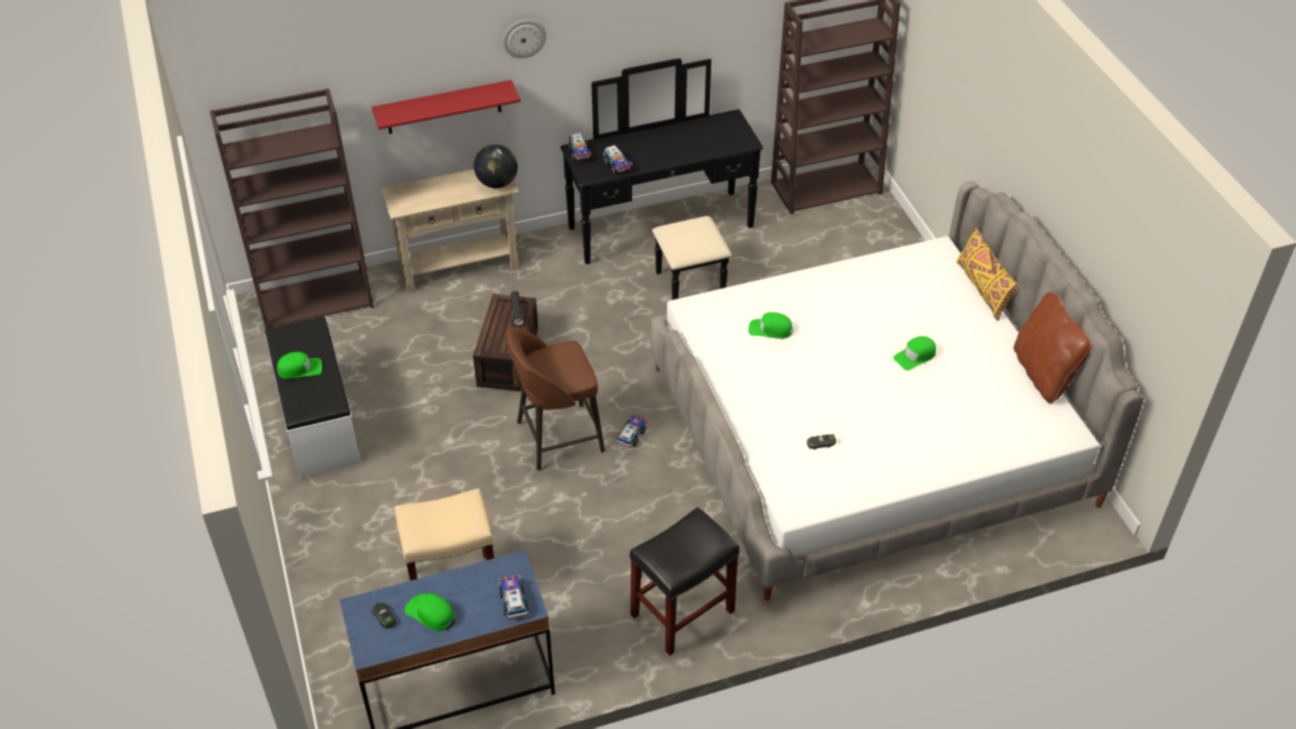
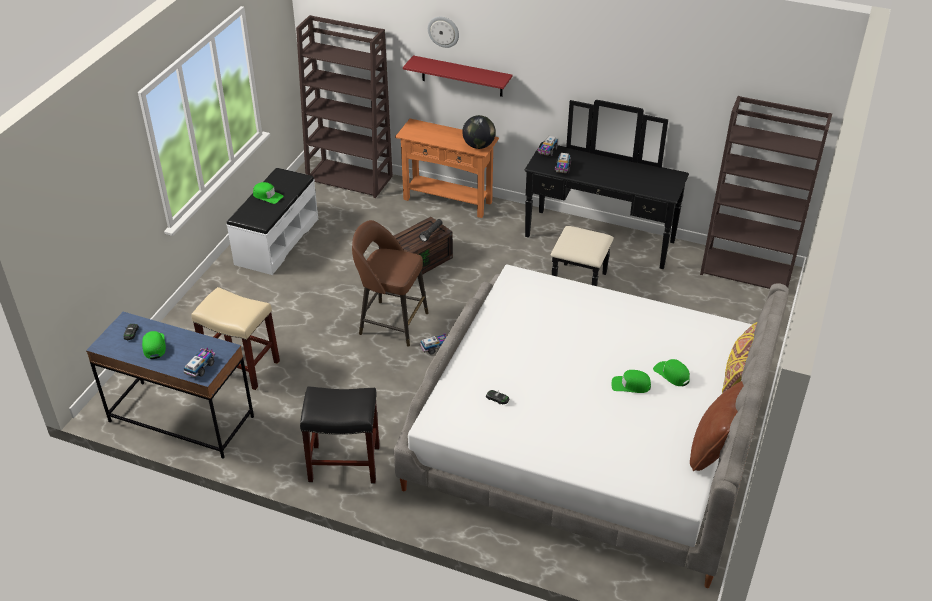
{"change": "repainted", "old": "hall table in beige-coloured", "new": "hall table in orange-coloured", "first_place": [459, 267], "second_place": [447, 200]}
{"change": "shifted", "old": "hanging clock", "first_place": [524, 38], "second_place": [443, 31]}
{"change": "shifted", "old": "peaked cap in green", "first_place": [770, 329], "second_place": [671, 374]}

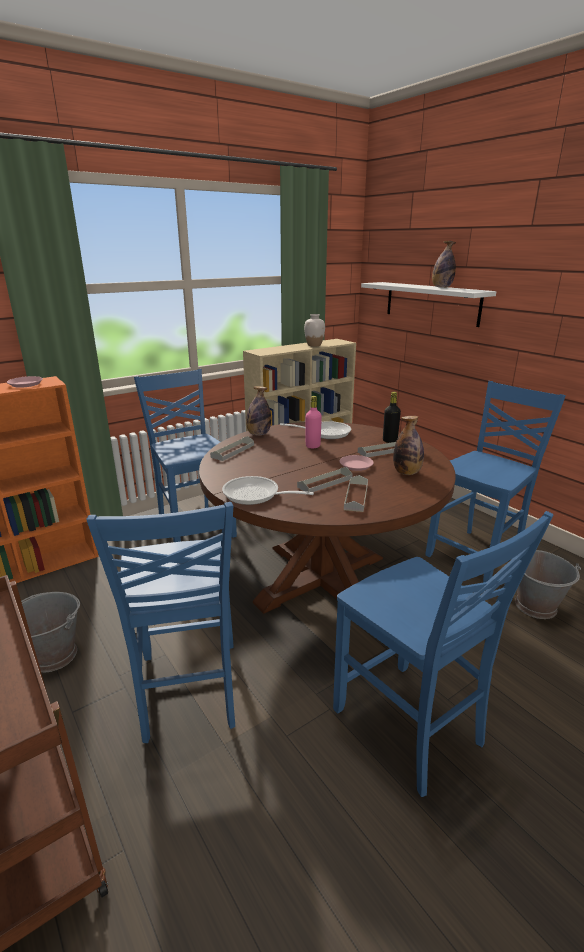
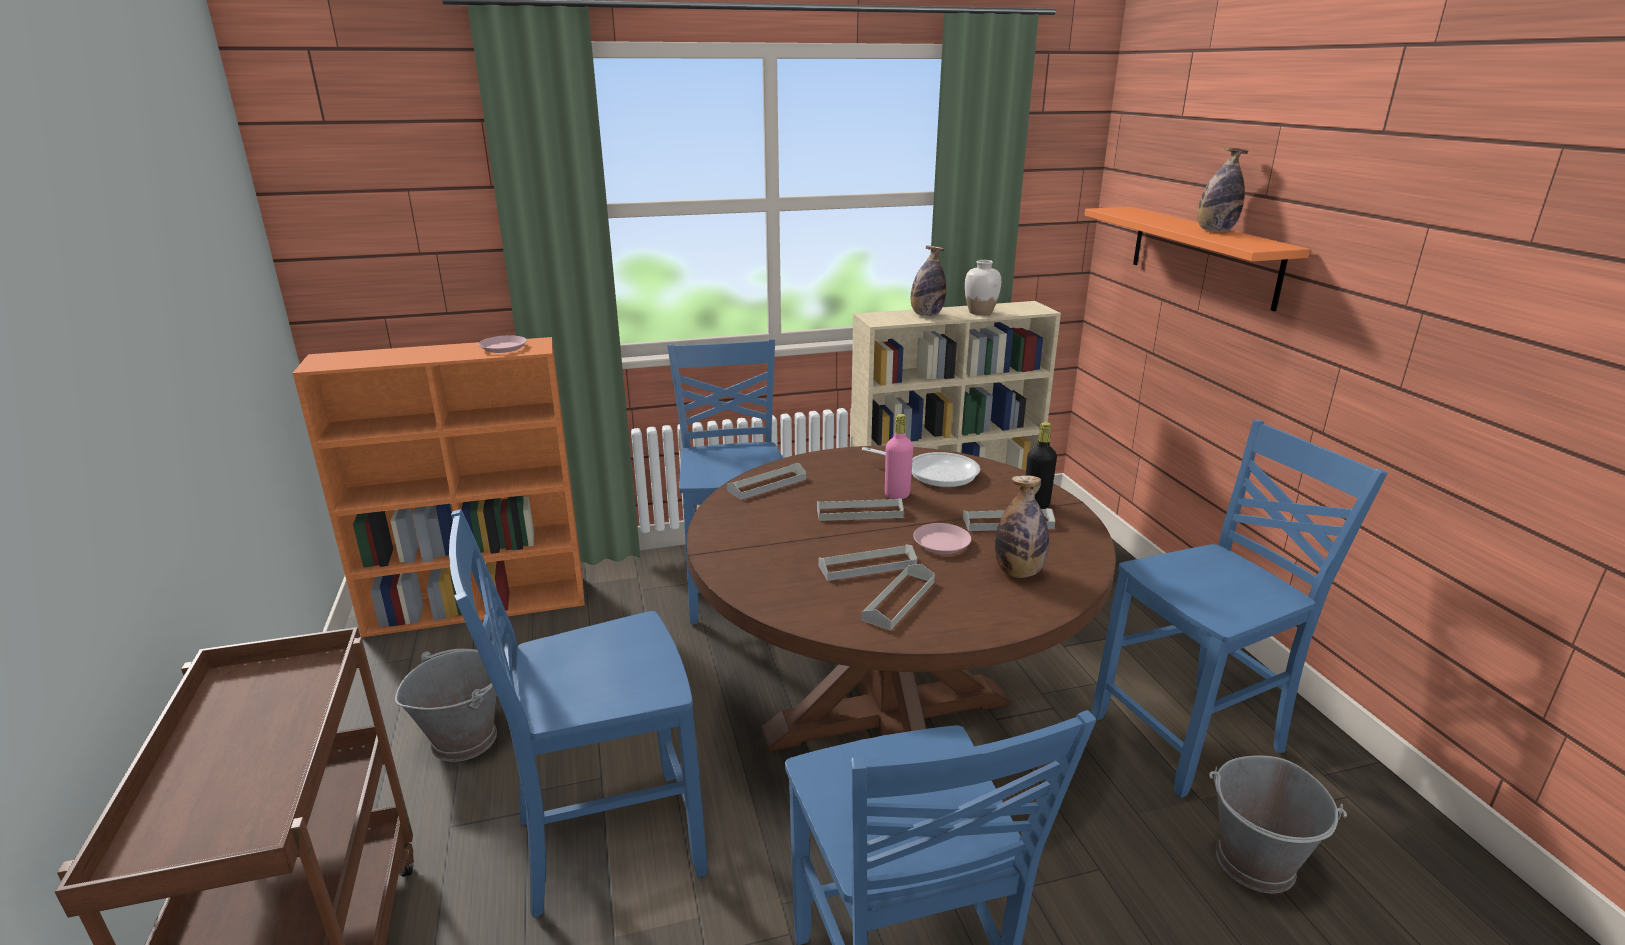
{"change": "rotated", "old": "upright chair in blue", "first_place": [188, 691], "second_place": [605, 843], "degrees": 60}
{"change": "new", "new": "carrying tray in greyish", "second_place": [859, 513]}
{"change": "shifted", "old": "beverage bottle", "first_place": [258, 434], "second_place": [926, 315]}
{"change": "repainted", "old": "wall shelf in white", "new": "wall shelf in orange-coloured", "first_place": [431, 303], "second_place": [1203, 255]}
{"change": "gone", "old": "skillet", "first_place": [256, 495]}

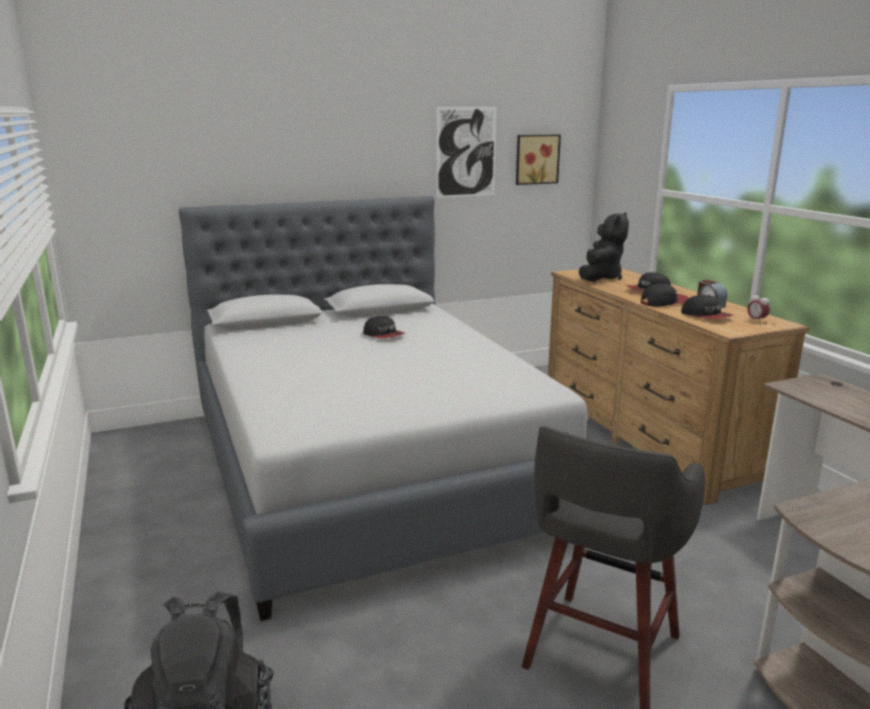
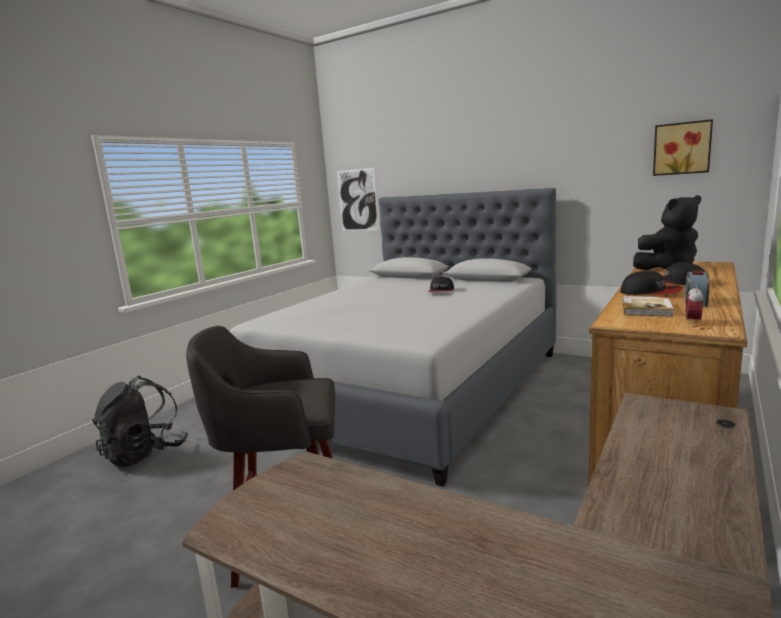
{"change": "shifted", "old": "wall art", "first_place": [466, 152], "second_place": [357, 200]}
{"change": "swapped", "old": "peaked cap", "new": "bound book", "first_place": [706, 316], "second_place": [647, 308]}

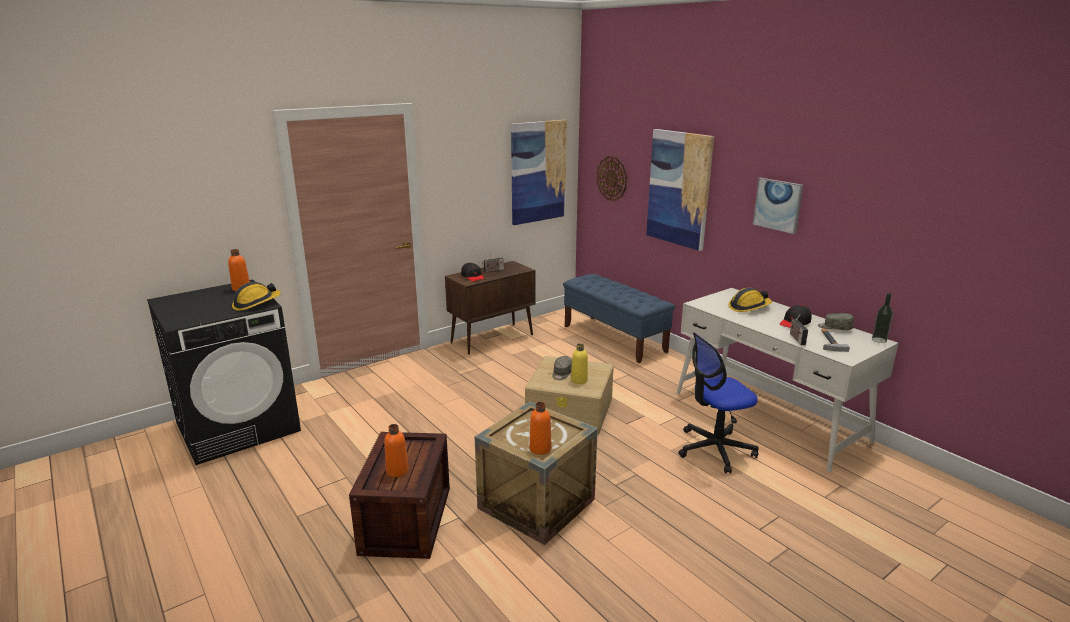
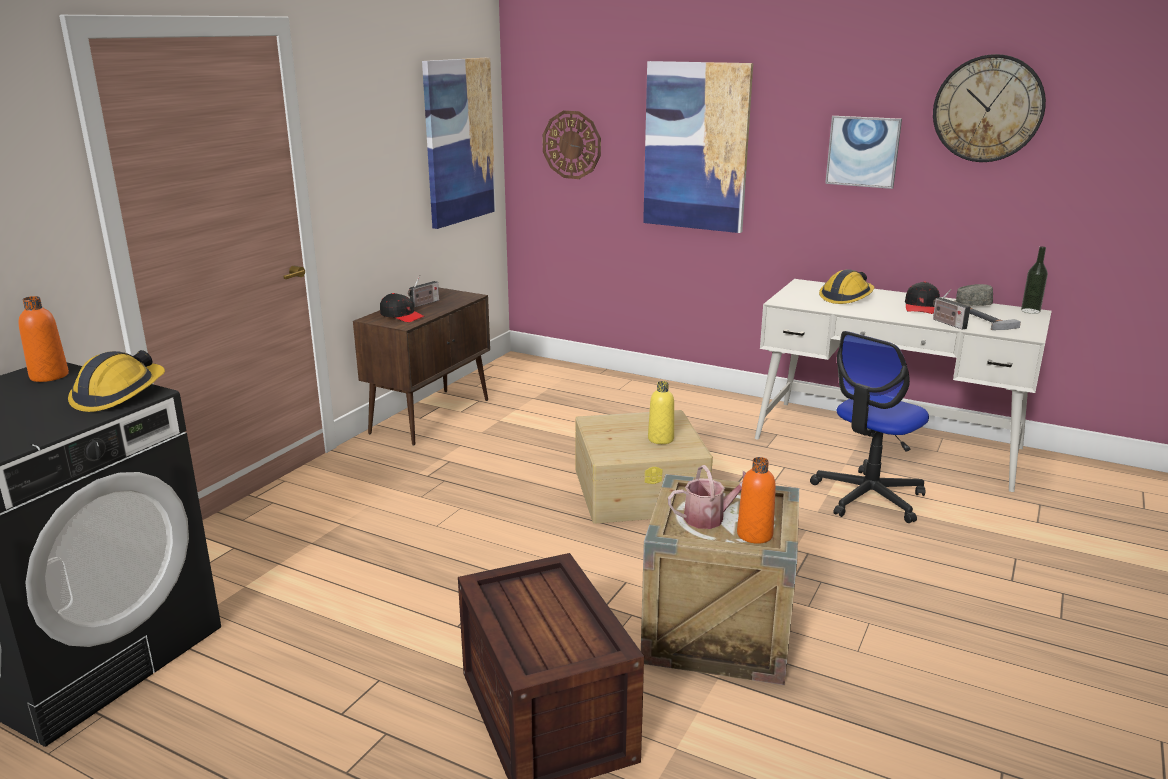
{"change": "new", "new": "watering pot", "second_place": [709, 518]}
{"change": "new", "new": "hanging clock", "second_place": [988, 108]}
{"change": "gone", "old": "beverage bottle in orange-coloured", "first_place": [397, 470]}
{"change": "gone", "old": "peaked cap in greyish", "first_place": [562, 373]}
{"change": "gone", "old": "long seat in blue", "first_place": [614, 338]}

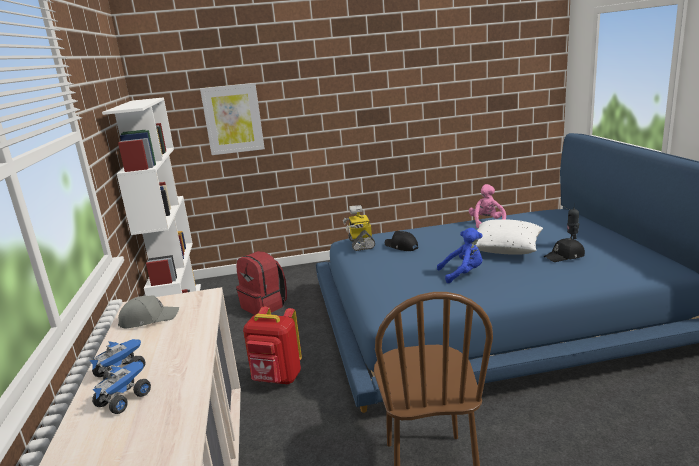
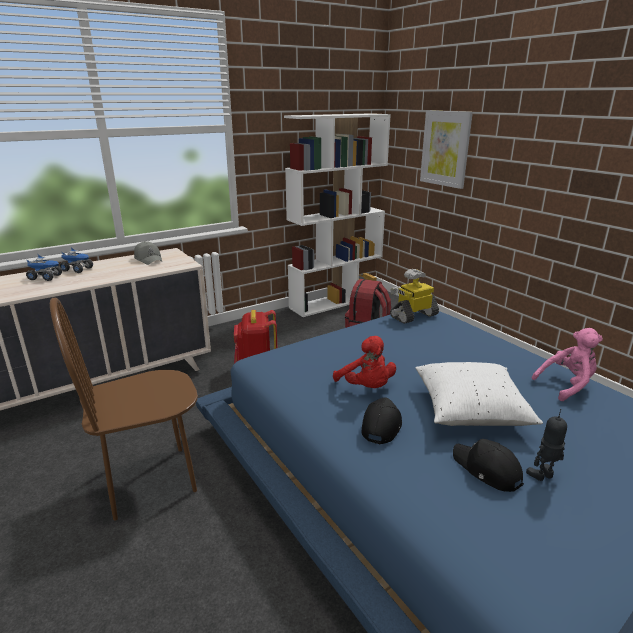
{"change": "repainted", "old": "plush toy in blue", "new": "plush toy in red-coloured", "first_place": [463, 274], "second_place": [366, 387]}
{"change": "shifted", "old": "peaked cap in blackish", "first_place": [401, 247], "second_place": [381, 425]}

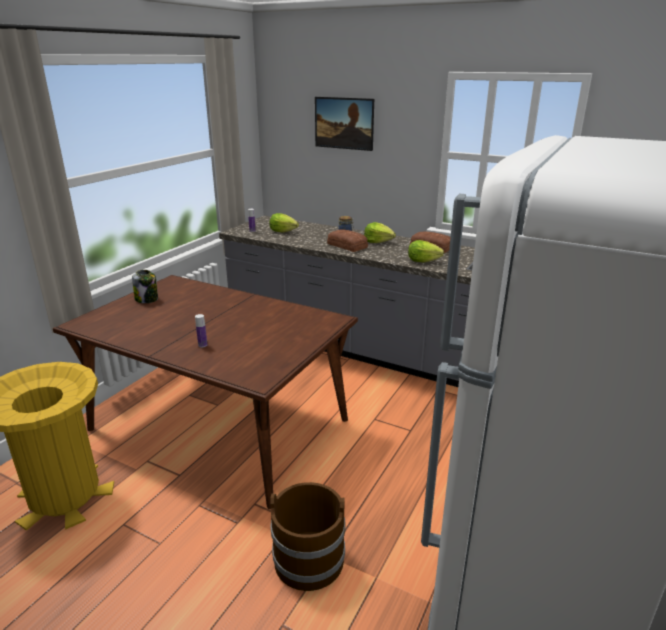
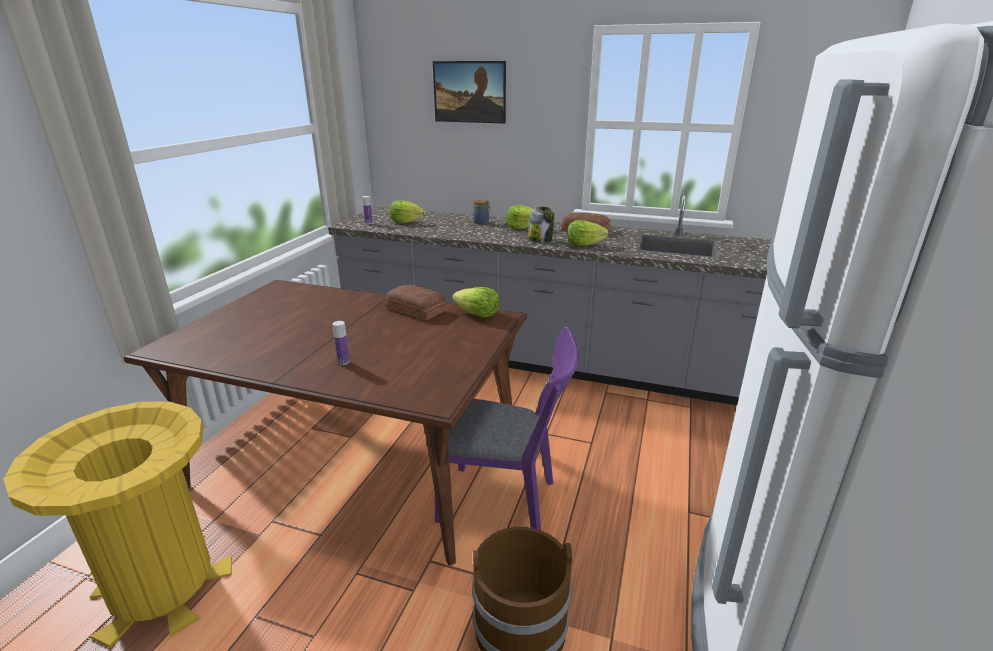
{"change": "shifted", "old": "baked bread", "first_place": [347, 245], "second_place": [416, 309]}
{"change": "new", "new": "upright chair in purplish", "second_place": [506, 503]}
{"change": "new", "new": "lettuce head", "second_place": [477, 314]}
{"change": "shifted", "old": "preserve jar", "first_place": [147, 299], "second_place": [540, 239]}

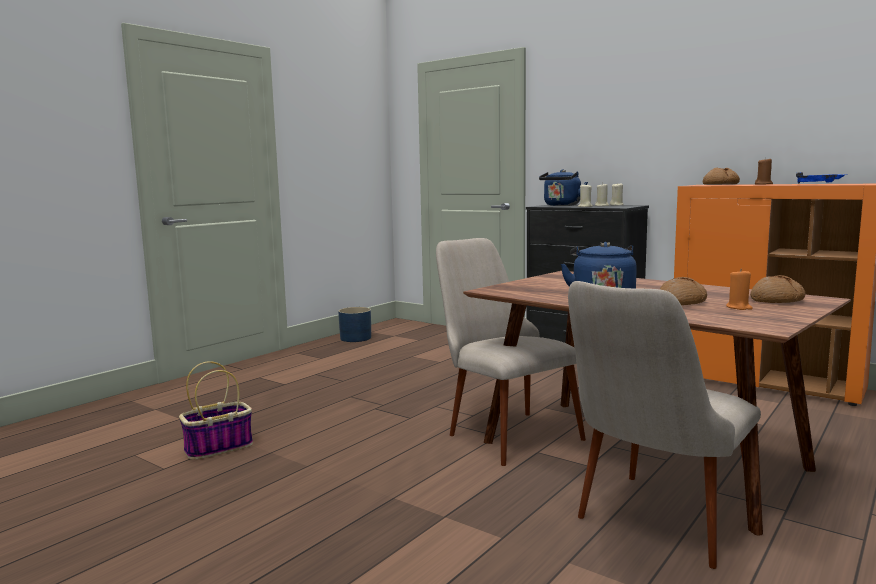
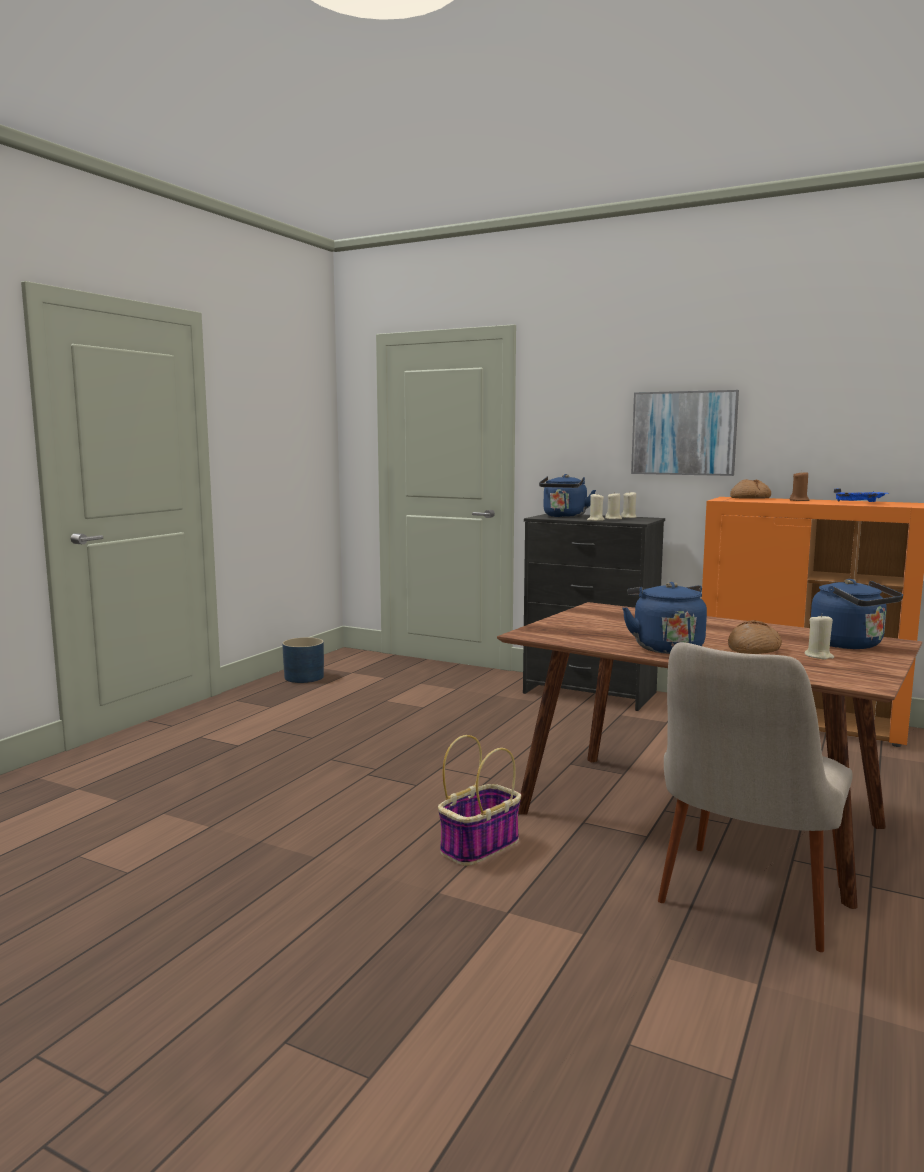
{"change": "shifted", "old": "storage basket", "first_place": [219, 447], "second_place": [480, 845]}
{"change": "new", "new": "wall art", "second_place": [684, 433]}
{"change": "repainted", "old": "candle in orange-coloured", "new": "candle in beige-coloured", "first_place": [739, 307], "second_place": [819, 656]}
{"change": "swapped", "old": "baked bread", "new": "water kettle in blue", "first_place": [777, 300], "second_place": [850, 645]}
{"change": "gone", "old": "upright chair in beige-coloured", "first_place": [502, 430]}

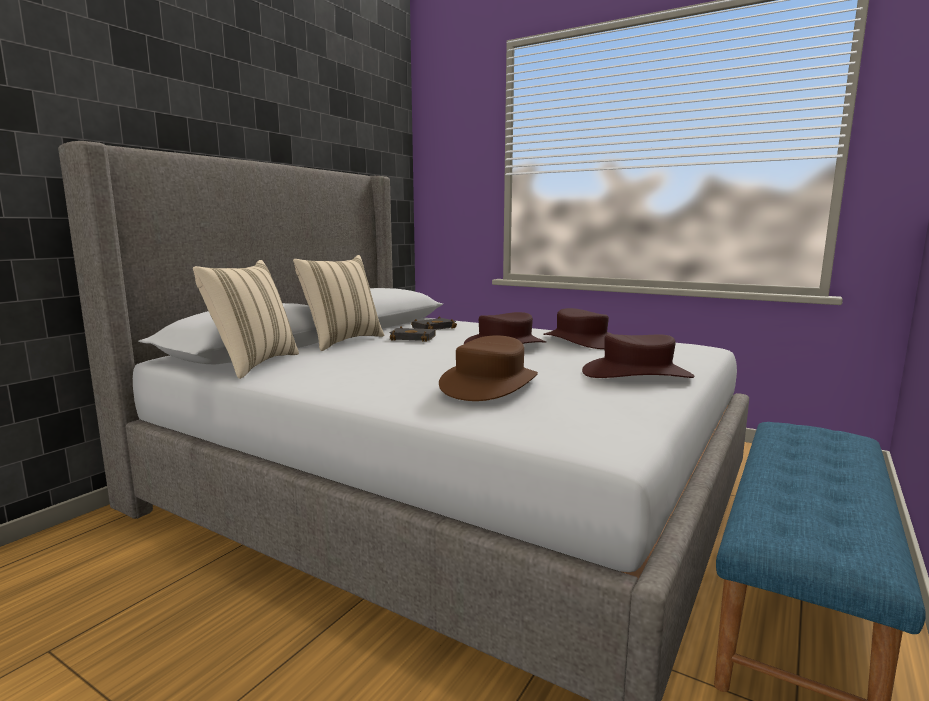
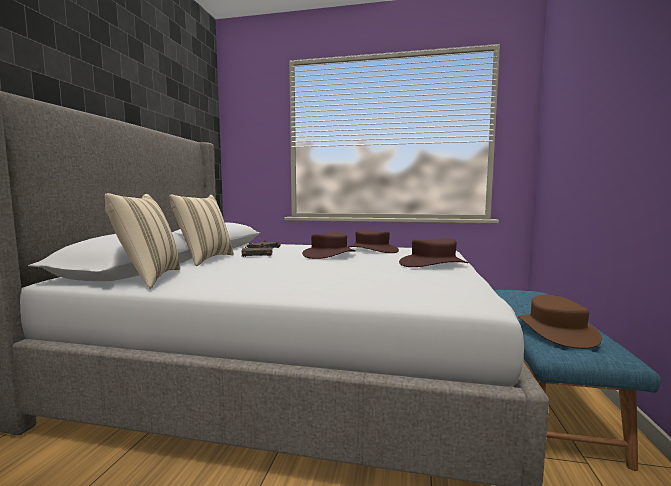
{"change": "shifted", "old": "clothing hat in brown", "first_place": [490, 384], "second_place": [556, 331]}

